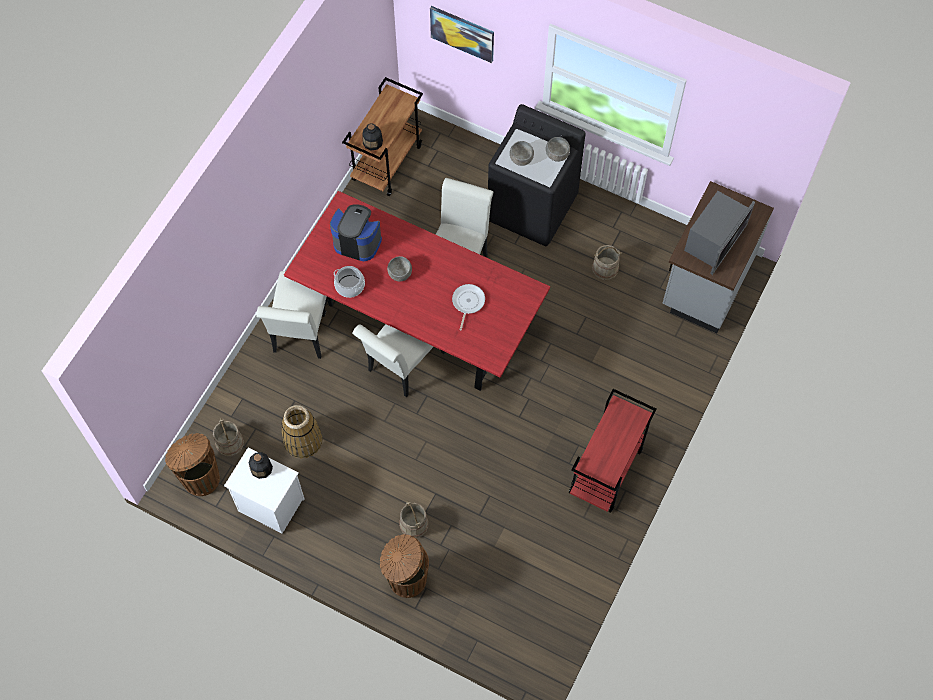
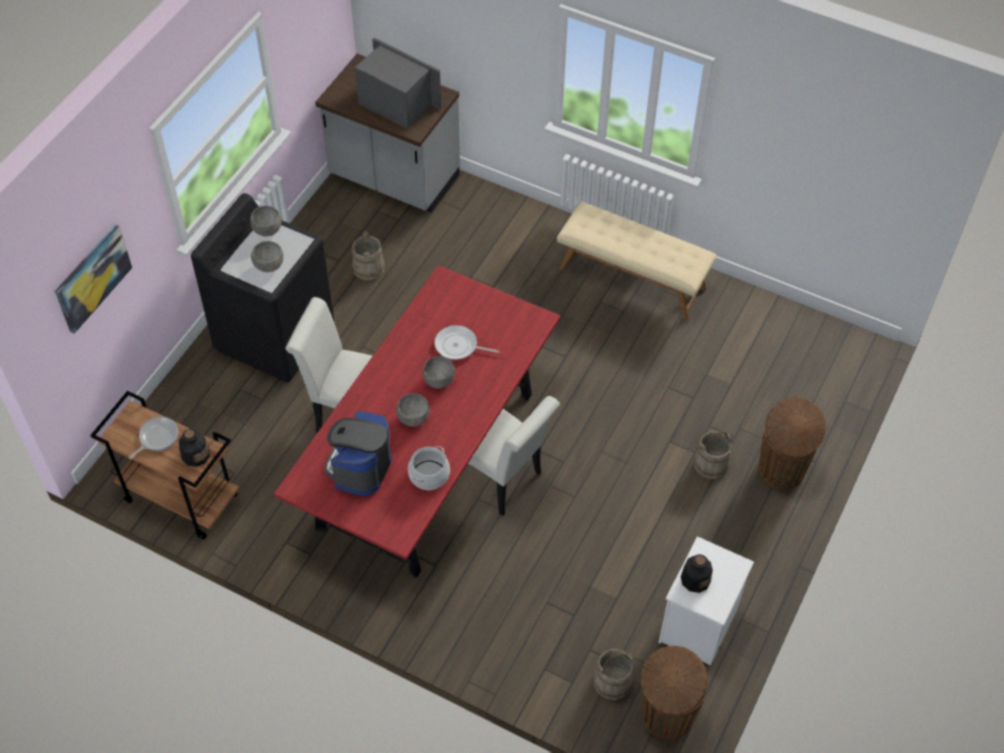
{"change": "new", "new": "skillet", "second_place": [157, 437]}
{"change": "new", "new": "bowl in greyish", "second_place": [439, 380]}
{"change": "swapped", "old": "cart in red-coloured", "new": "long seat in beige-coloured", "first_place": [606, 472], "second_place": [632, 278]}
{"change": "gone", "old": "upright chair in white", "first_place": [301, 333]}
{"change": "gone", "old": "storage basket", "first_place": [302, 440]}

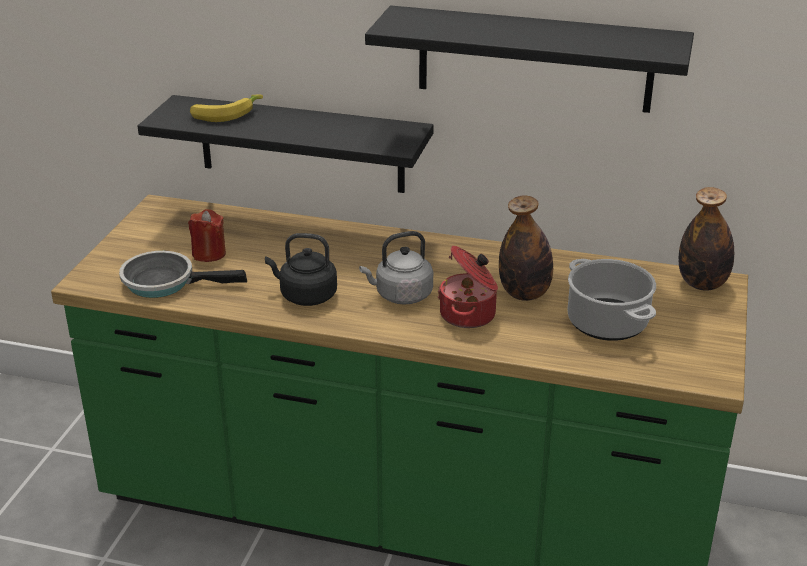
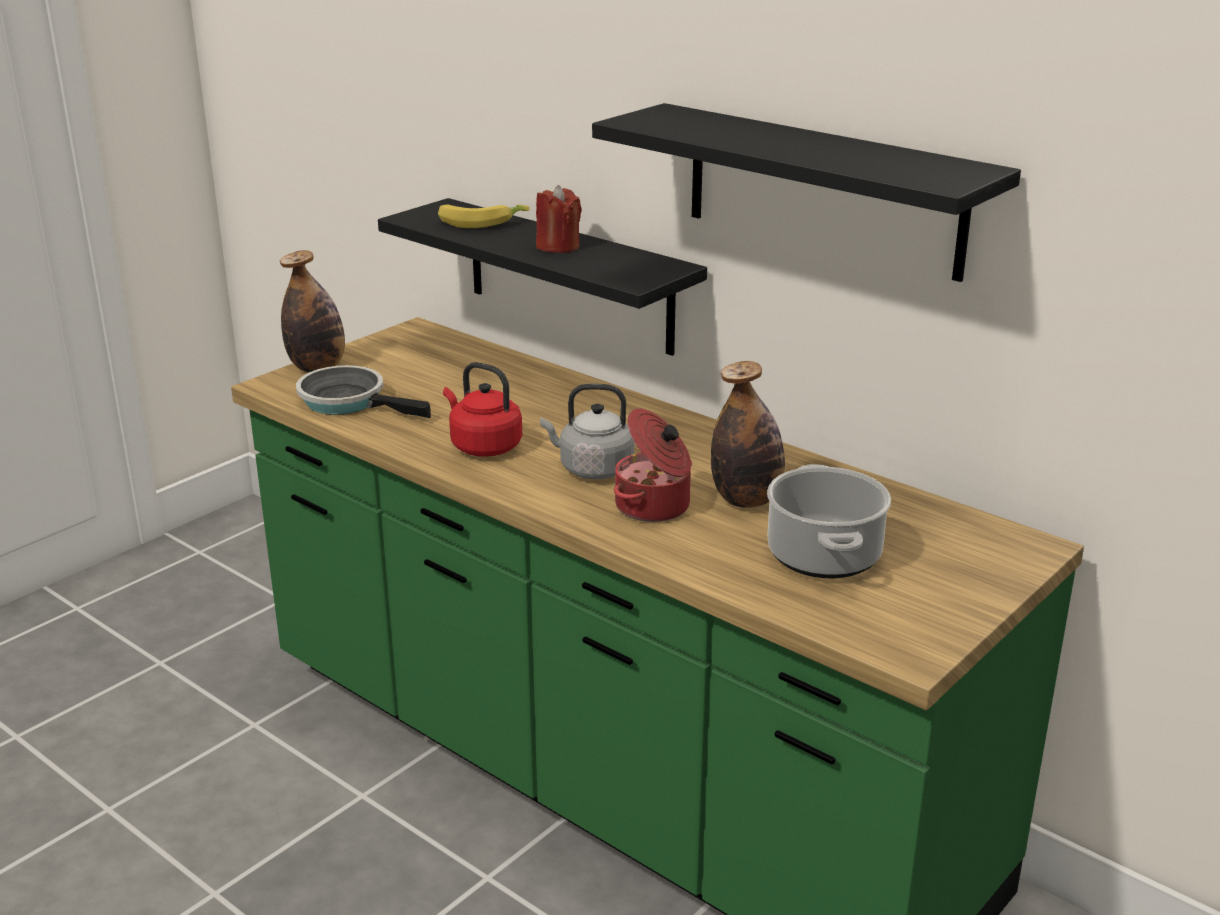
{"change": "shifted", "old": "beverage bottle", "first_place": [702, 284], "second_place": [317, 368]}
{"change": "repainted", "old": "water kettle in blackish", "new": "water kettle in red-coloured", "first_place": [305, 296], "second_place": [483, 446]}
{"change": "shifted", "old": "candle in red-coloured", "first_place": [209, 254], "second_place": [558, 246]}

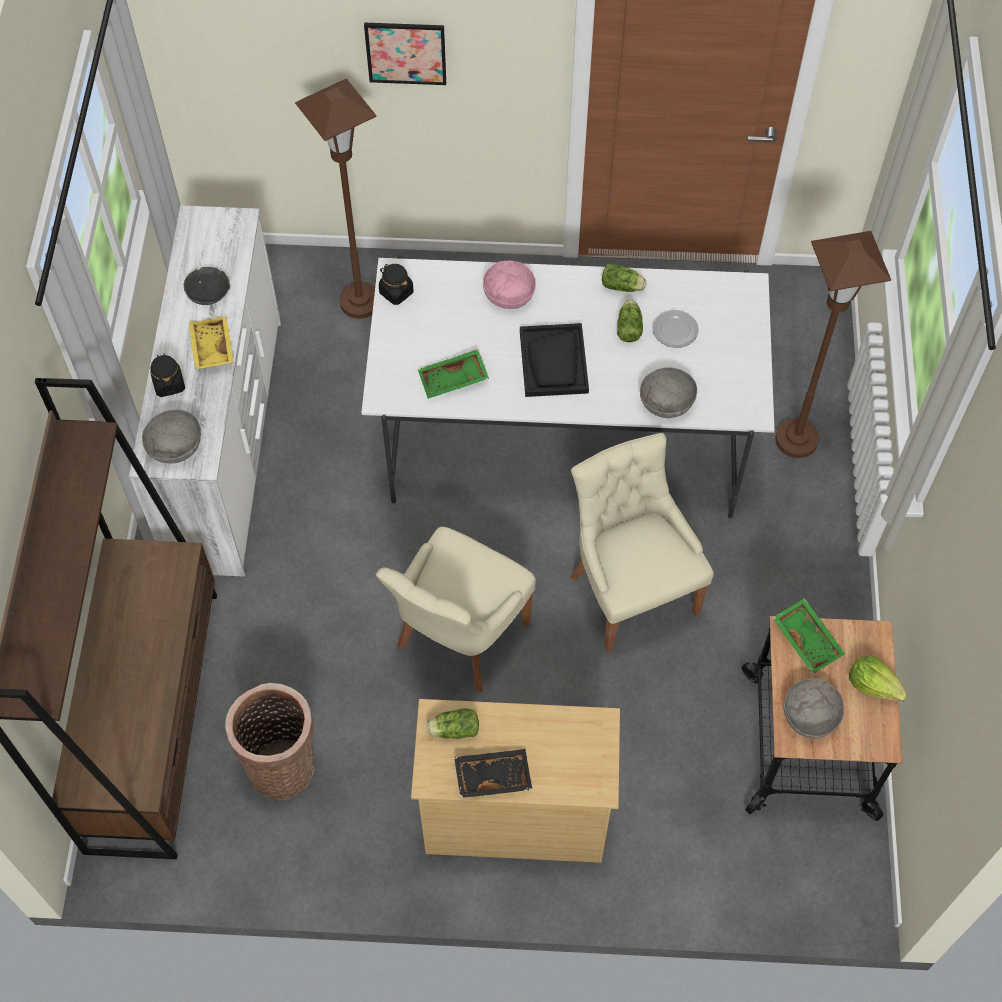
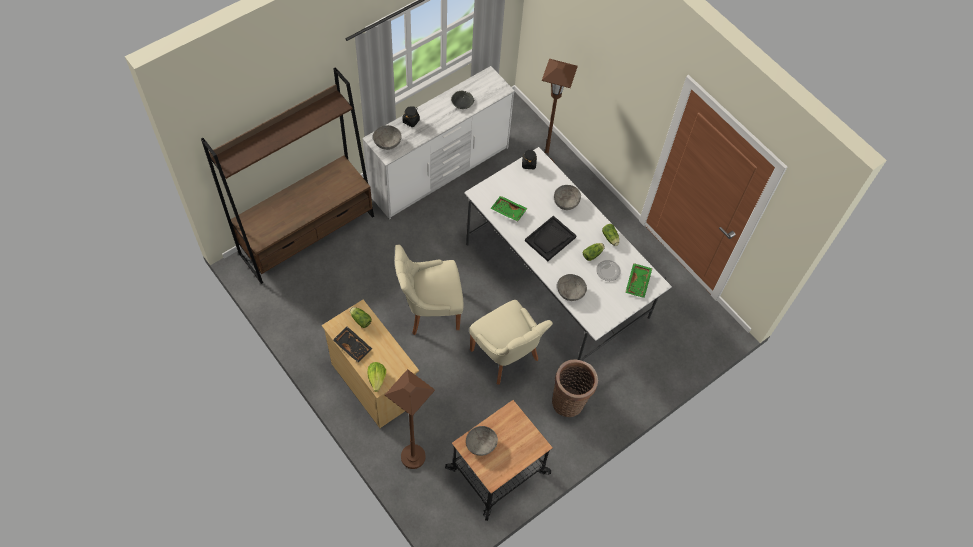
{"change": "shifted", "old": "lettuce head", "first_place": [873, 685], "second_place": [377, 379]}
{"change": "shifted", "old": "standing lamp in brown", "first_place": [796, 439], "second_place": [413, 457]}
{"change": "rotated", "old": "upright chair in beige-coloured", "first_place": [630, 591], "second_place": [506, 356], "degrees": 120}
{"change": "shifted", "old": "storage basket", "first_place": [282, 764], "second_place": [569, 401]}
{"change": "repainted", "old": "bowl in pink-coloured", "new": "bowl in greyish", "first_place": [509, 294], "second_place": [566, 202]}
{"change": "shifted", "old": "carrying tray in green", "first_place": [808, 639], "second_place": [638, 283]}
{"change": "gone", "old": "carrying tray in yellow", "first_place": [211, 348]}
{"change": "gone", "old": "wall art", "first_place": [406, 53]}

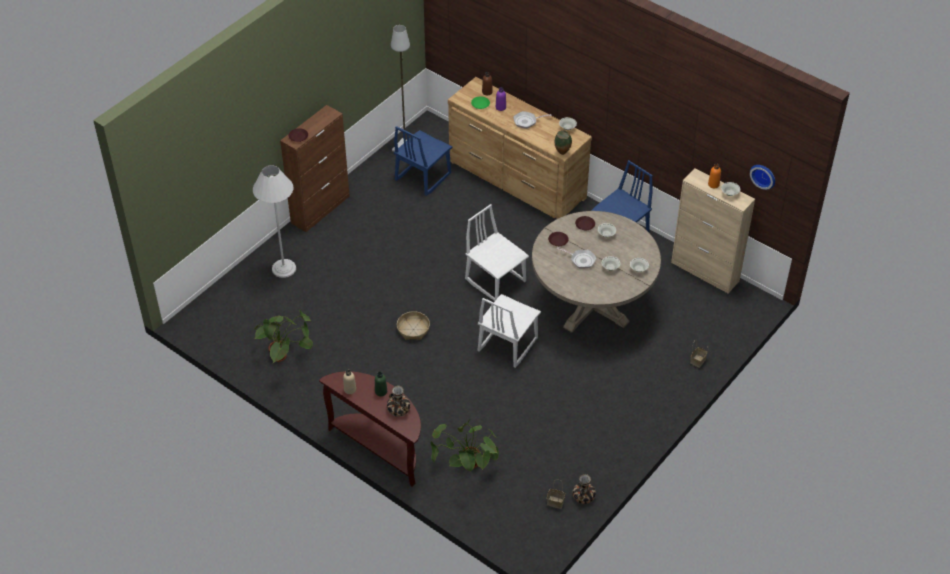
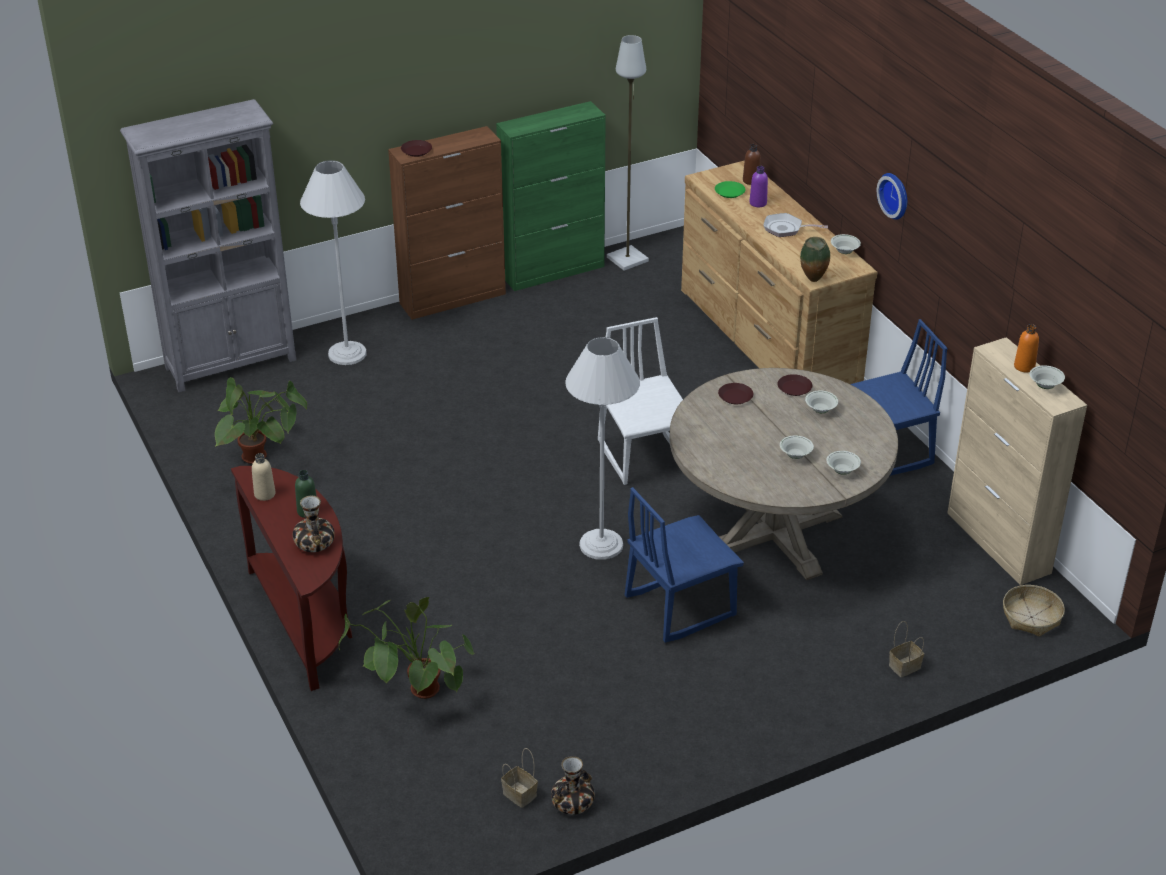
{"change": "new", "new": "bookshelf in greyish", "second_place": [232, 363]}
{"change": "new", "new": "cupboard in green", "second_place": [553, 271]}
{"change": "swapped", "old": "upright chair in white", "new": "standing lamp in white", "first_place": [507, 344], "second_place": [601, 545]}
{"change": "shifted", "old": "upright chair in blue", "first_place": [422, 177], "second_place": [679, 605]}
{"change": "shifted", "old": "hanging clock", "first_place": [763, 175], "second_place": [896, 195]}
{"change": "shifted", "old": "storage basket", "first_place": [413, 329], "second_place": [1031, 617]}
{"change": "gone", "old": "skillet", "first_place": [581, 260]}

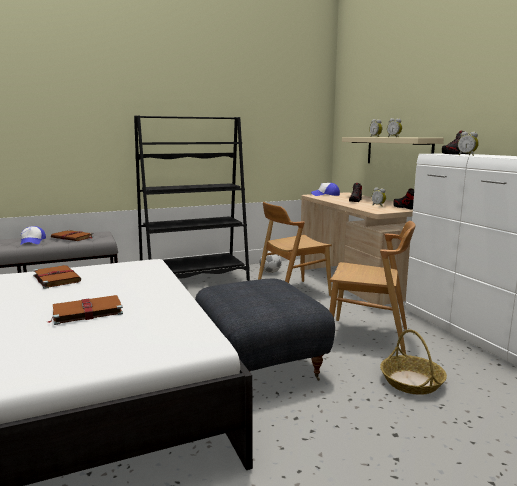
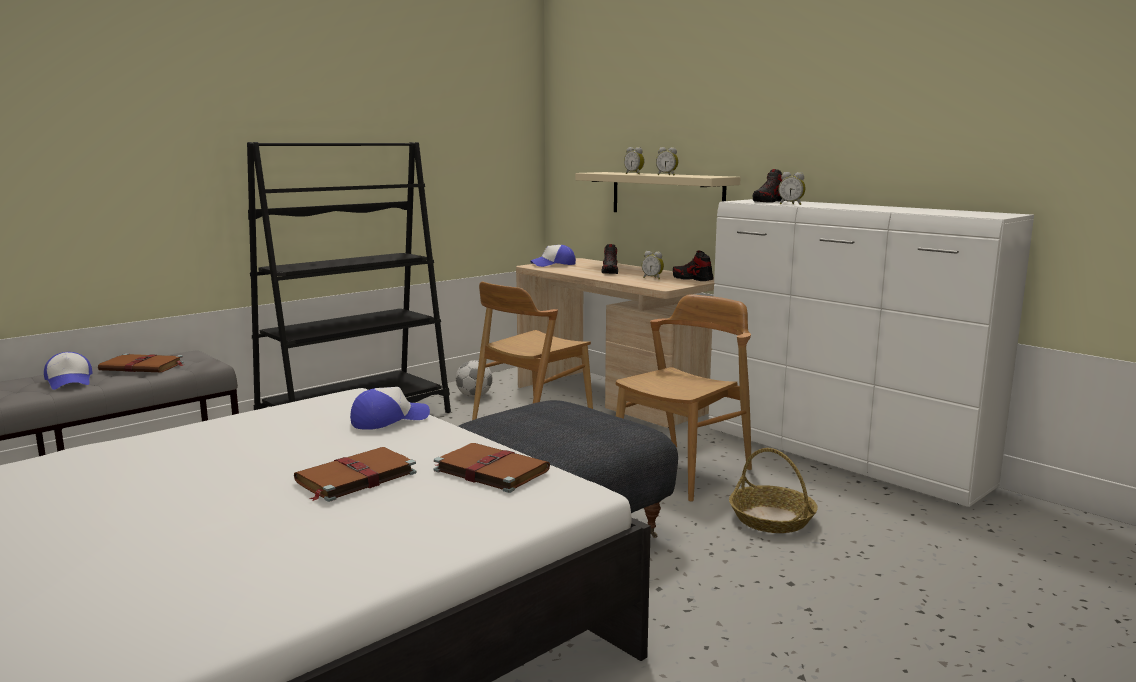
{"change": "new", "new": "peaked cap", "second_place": [389, 419]}
{"change": "shifted", "old": "bound book in brown", "first_place": [56, 278], "second_place": [489, 470]}
{"change": "rotated", "old": "upright chair in brown", "first_place": [368, 337], "second_place": [682, 471], "degrees": -45}

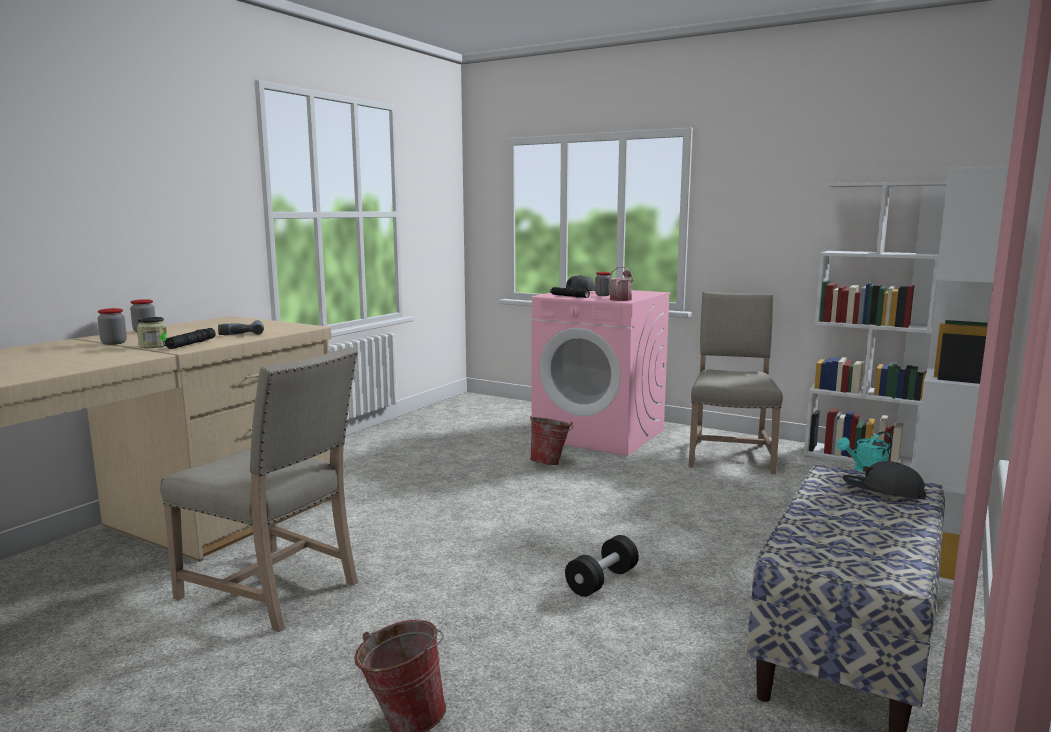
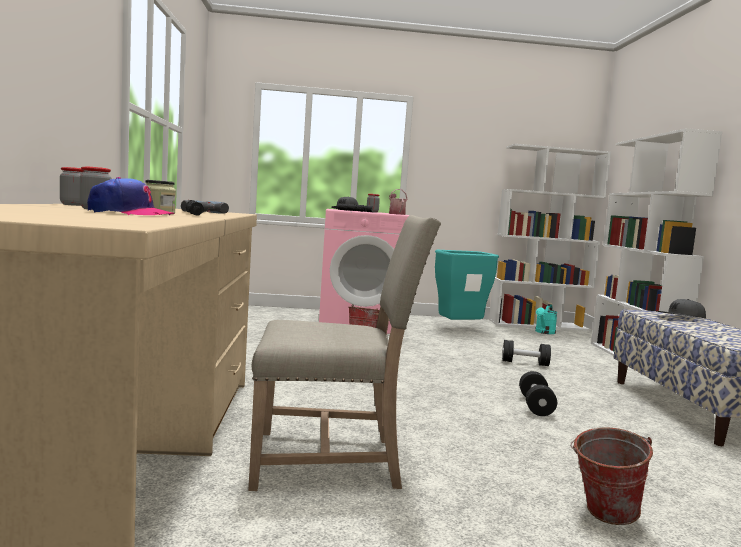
{"change": "new", "new": "peaked cap", "second_place": [129, 214]}
{"change": "swapped", "old": "upright chair in beige-coloured", "new": "rubbish bin in blue-green", "first_place": [730, 455], "second_place": [460, 328]}
{"change": "new", "new": "hand weight in blackish", "second_place": [525, 363]}

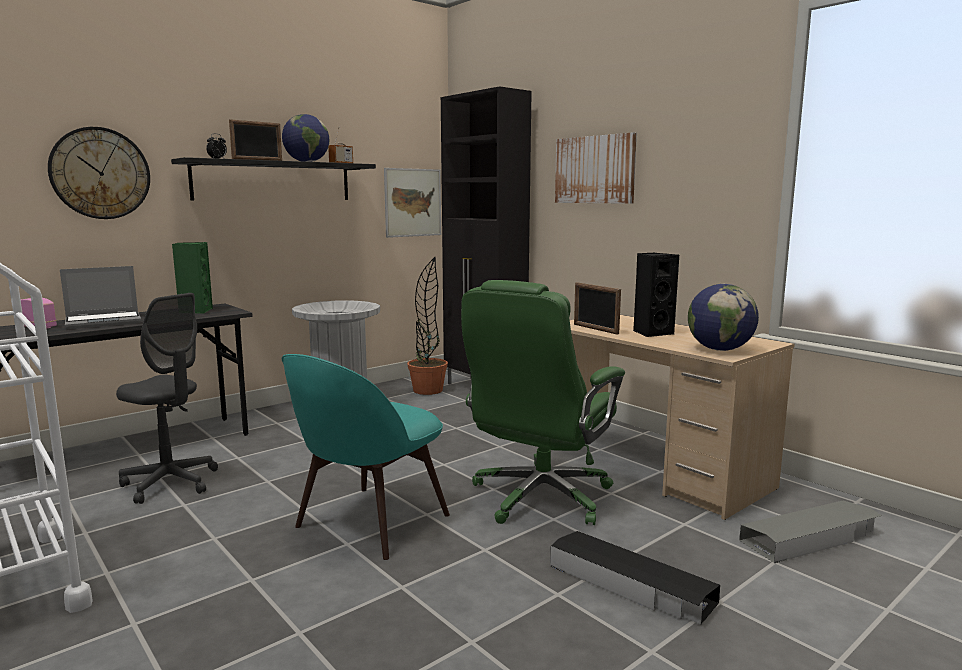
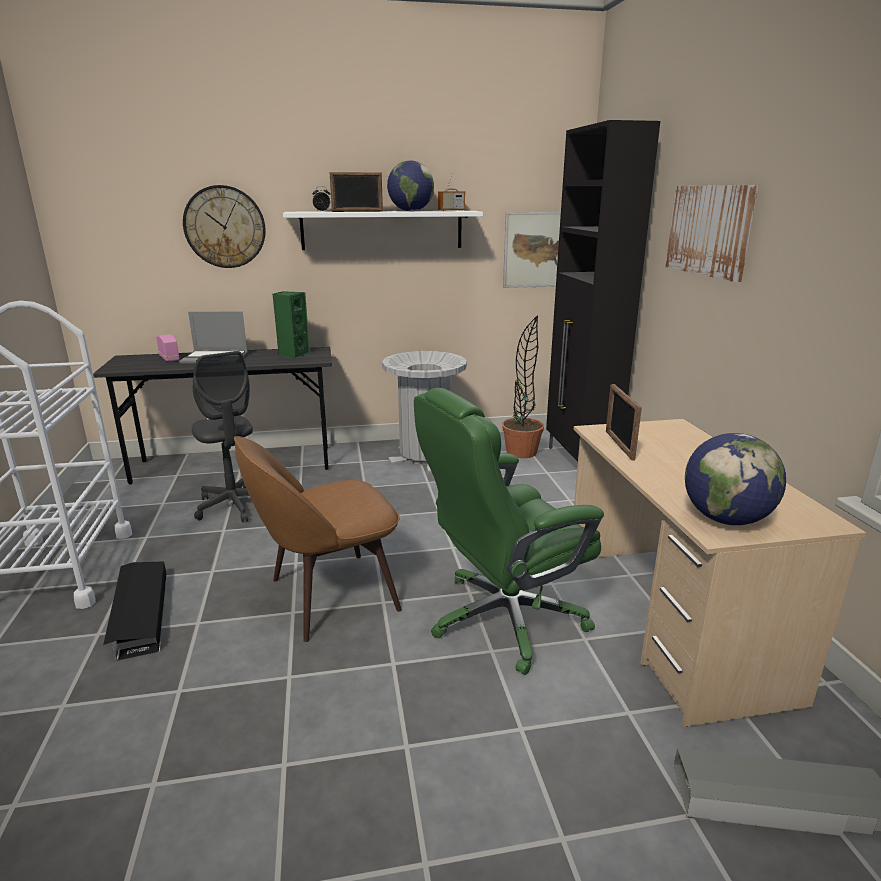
{"change": "shifted", "old": "storage box in blackish", "first_place": [630, 585], "second_place": [139, 614]}
{"change": "repainted", "old": "upright chair in blue-green", "new": "upright chair in brown", "first_place": [368, 523], "second_place": [328, 596]}
{"change": "repainted", "old": "wall shelf in blackish", "new": "wall shelf in white", "first_place": [273, 181], "second_place": [382, 230]}
{"change": "gone", "old": "audio speaker in blackish", "first_place": [652, 333]}

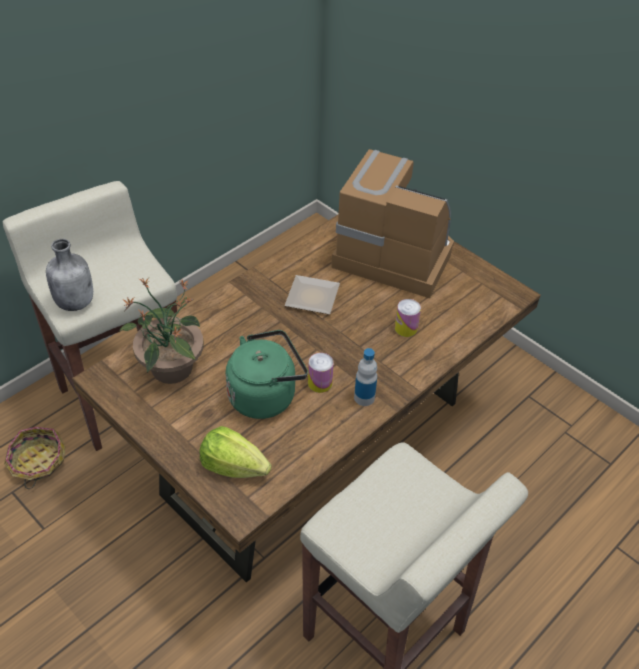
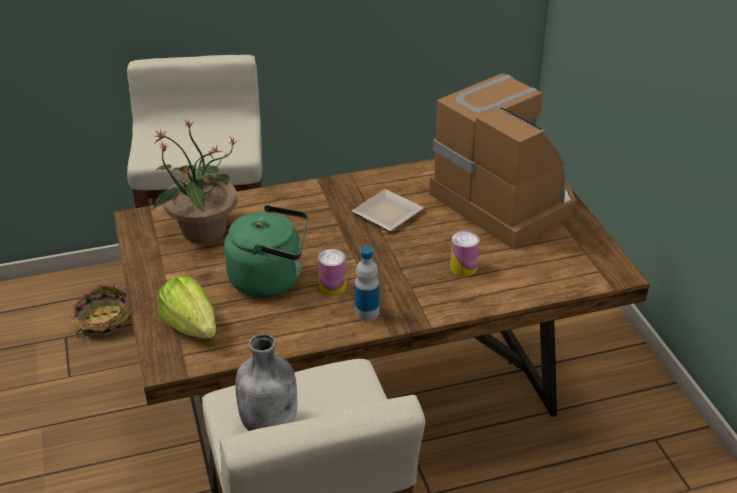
{"change": "shifted", "old": "beverage bottle in greyish", "first_place": [75, 302], "second_place": [270, 424]}

